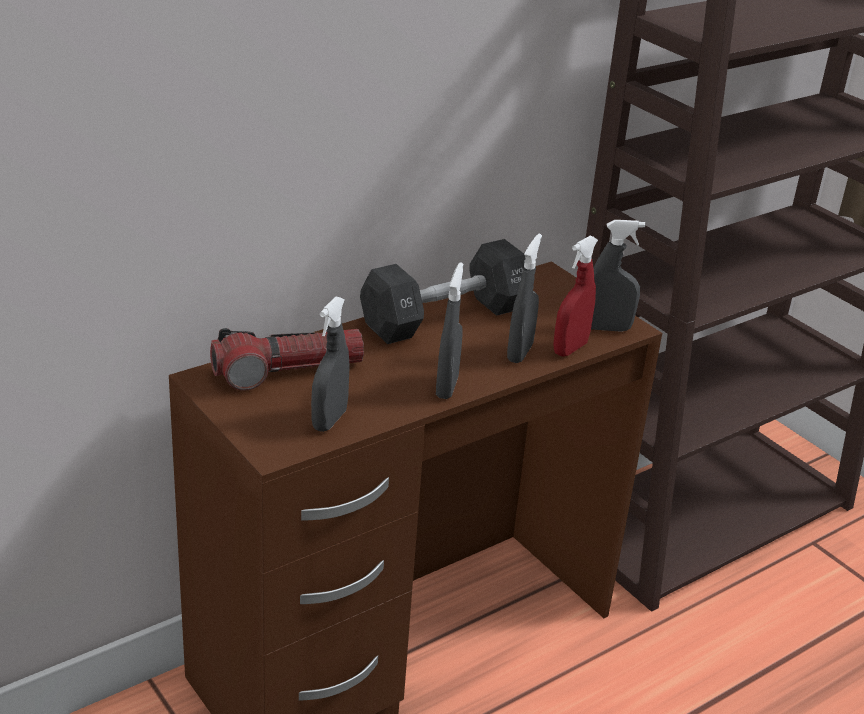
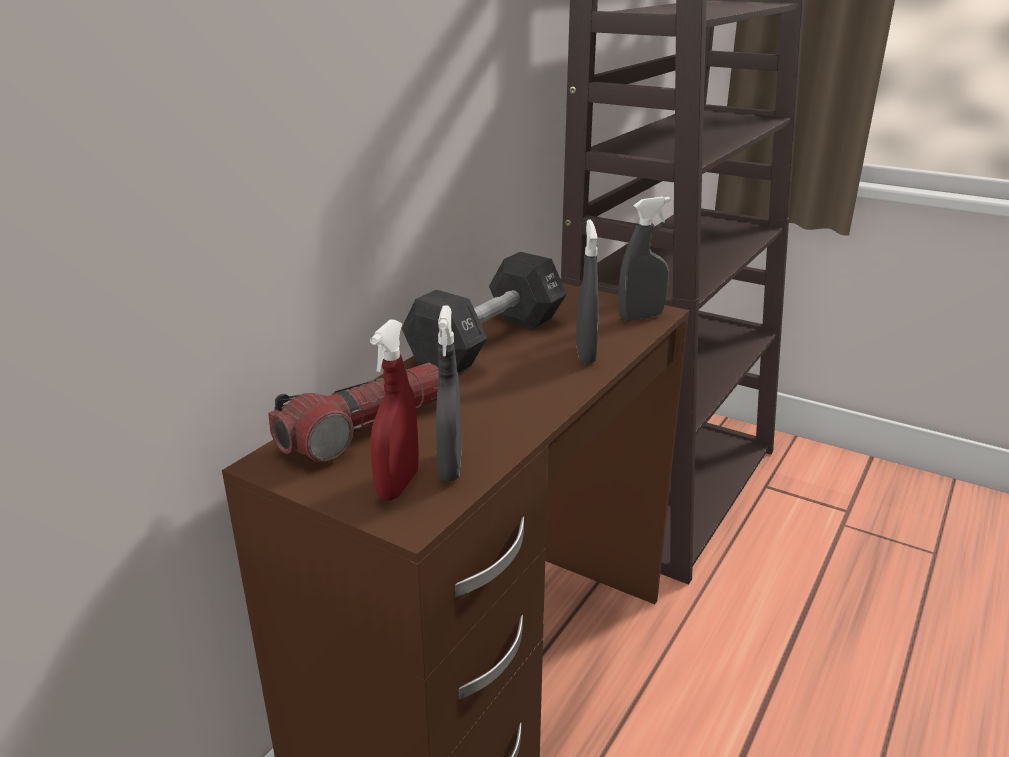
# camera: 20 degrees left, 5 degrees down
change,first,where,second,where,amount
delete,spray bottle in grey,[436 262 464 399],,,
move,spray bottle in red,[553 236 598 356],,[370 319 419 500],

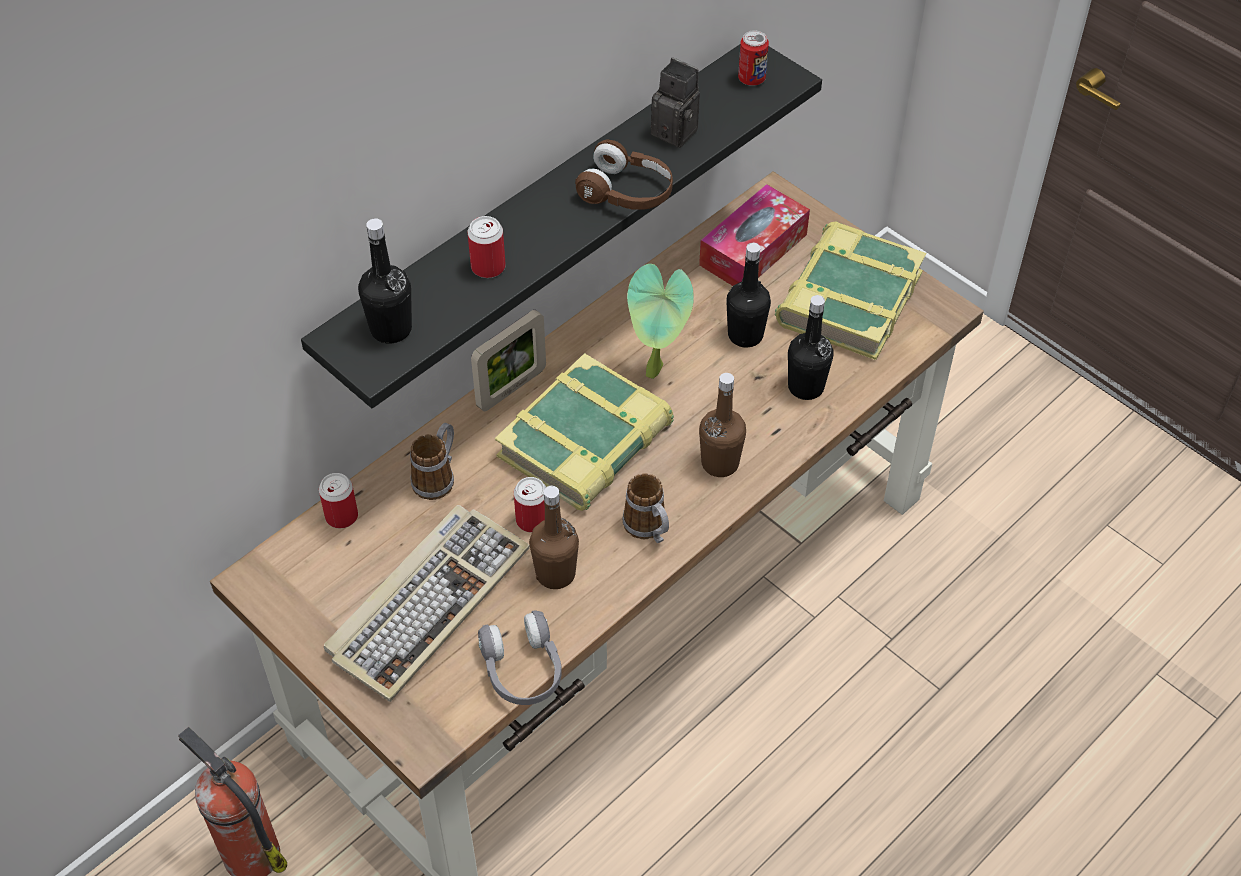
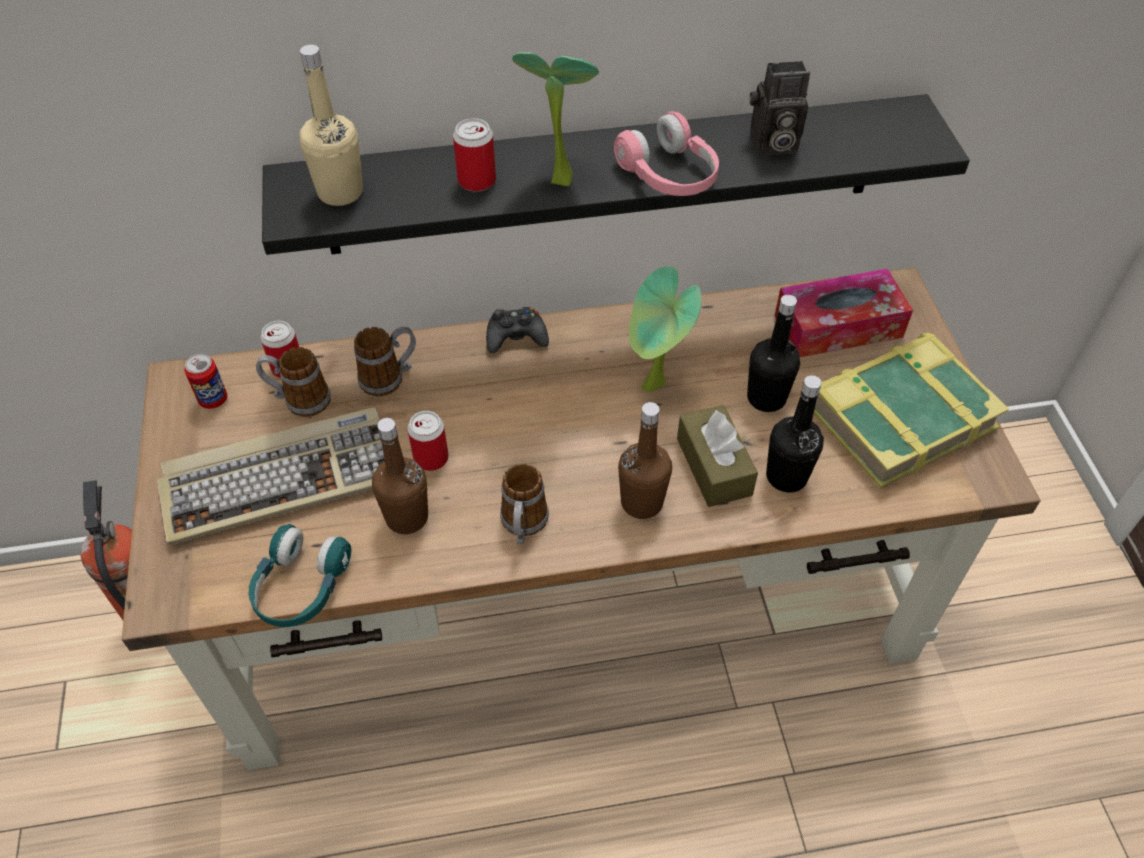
# camera: 35 degrees right, 0 degrees up
change,first,where,second,where,amount
delete,book,[495 353 674 511],,,
insert,,,mug,[256 347 331 417],
insert,,,potted plant,[512 52 599 186],
insert,,,tissue box in brown,[677 405 758 507],
move,can,[738 30 769 86],,[184 354 227 409],
replace,picture frame,[471 310 546 411],game controller in black,[486 307 549 353],
recolor,bottle in black,[358 218 412 344],bottle in beige,[299 45 363 206],
recolor,headphones in grey,[478 610 562 705],headphones in turquoise,[249 524 351 627],
recolor,headphones in brown,[575 139 673 210],headphones in pink,[614 111 719 196],
rotate,photo camera,[651 57 700 148],,[750 61 810 156],105 degrees clockwise

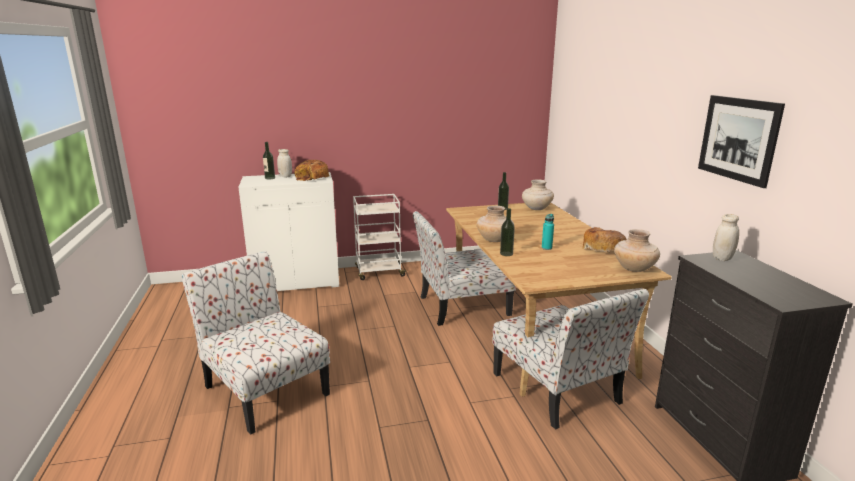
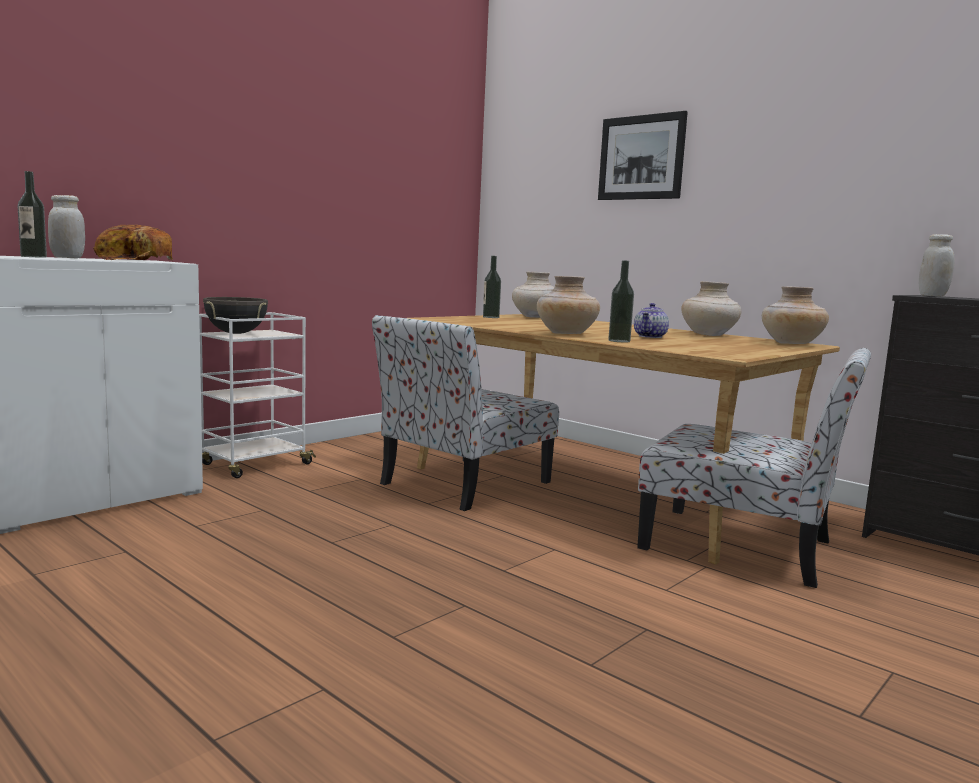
# camera: 35 degrees left, 10 degrees down
change,first,where,second,where,amount
delete,chair,[182 251 330 434],,,
insert,,,cooking pot in black,[203 297 268 334],
move,picture,[698 95 785 188],,[598 111 688 200],
replace,bottle in turquoise,[542 214 554 250],teapot,[634 303 669 338],
replace,bread,[583 227 626 252],vase in beige,[681 281 742 336],

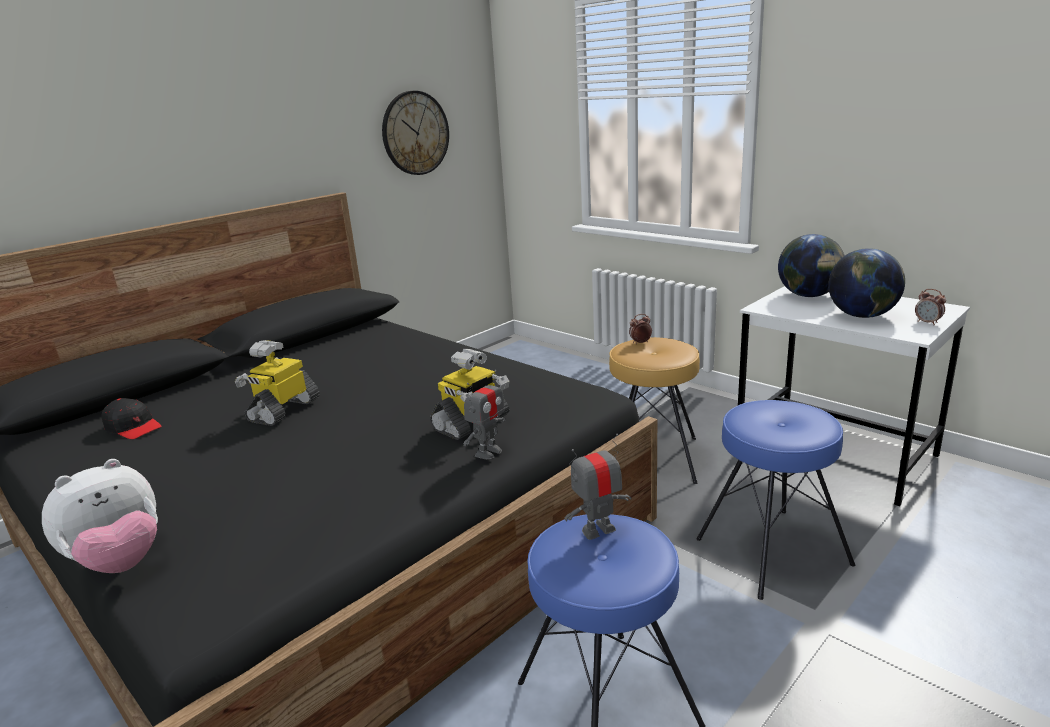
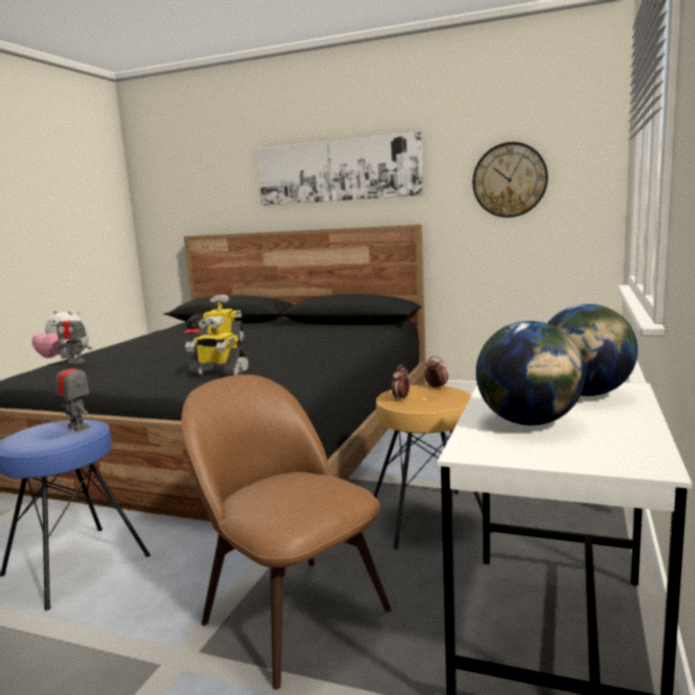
# camera: 65 degrees right, 10 degrees down
change,first,where,second,where,amount
insert,,,picture,[257 132 423 206],
move,toy robot,[464 370 506 459],,[56 311 92 364],
move,alarm clock,[915 289 946 325],,[392 365 410 401],
replace,stool in blue,[697 400 855 600],chair in brown,[181 375 392 690],

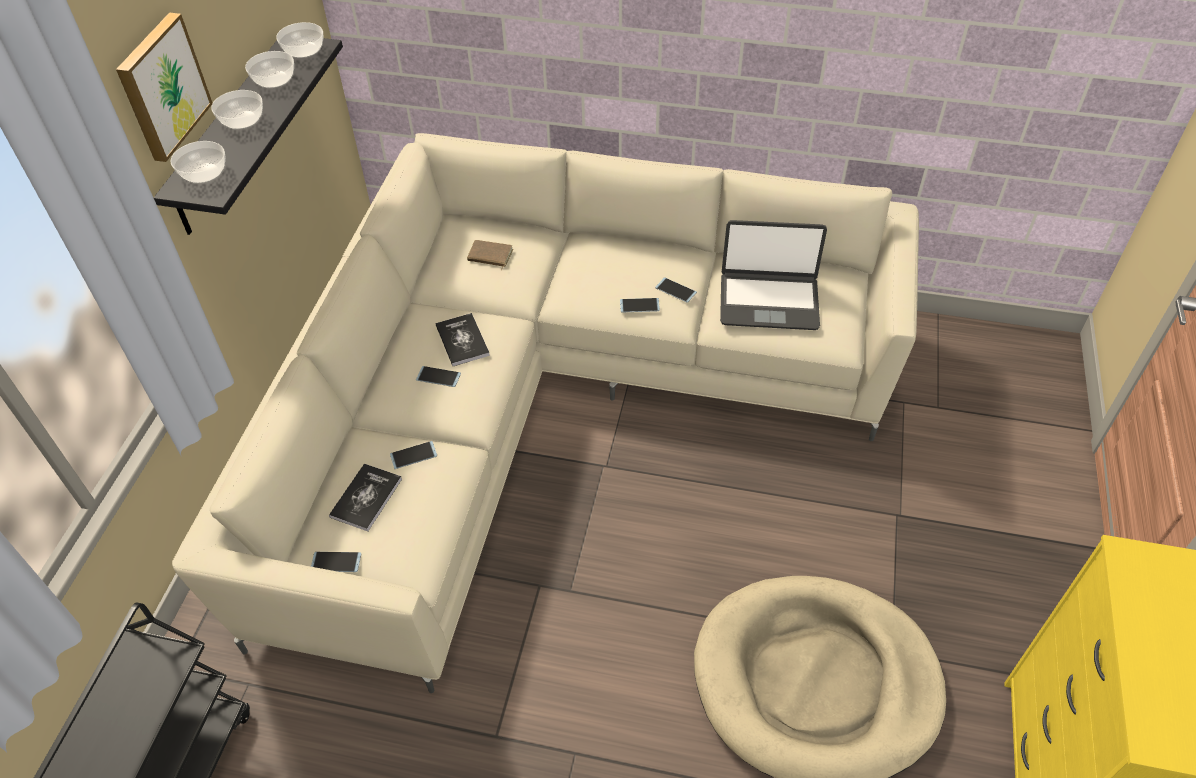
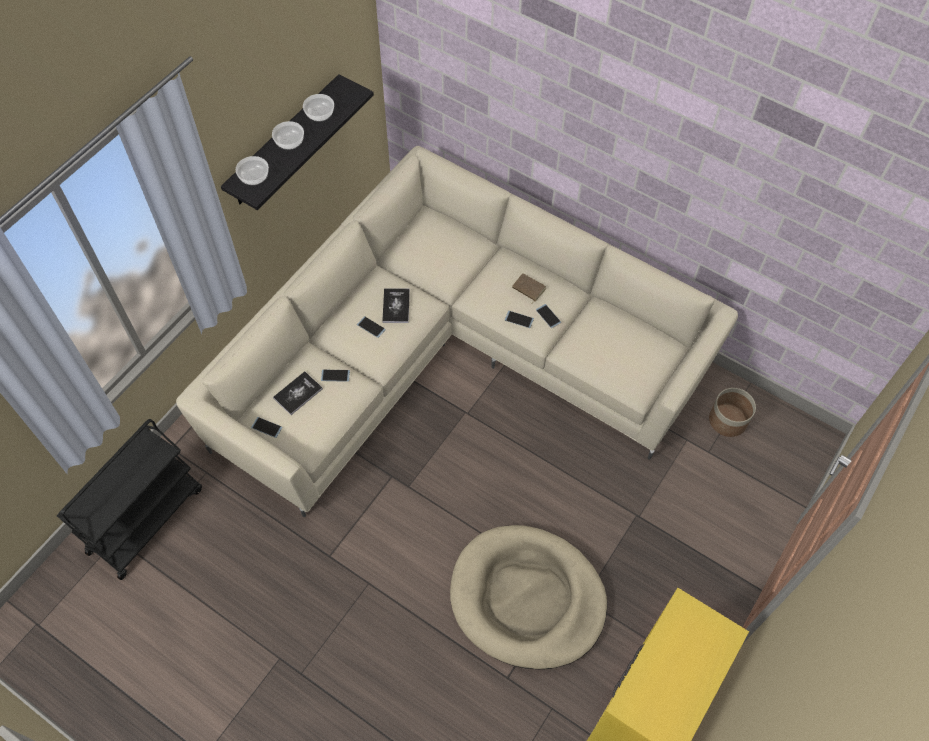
# camera: 20 degrees right, 10 degrees up
change,first,where,second,where,amount
delete,picture,[116 13 213 162],,,
delete,bowl,[276 22 323 58],,,
delete,laptop,[720 220 827 330],,,
insert,,,planter,[709 388 756 437],
move,book in brown,[467 240 513 270],,[512 273 546 303],

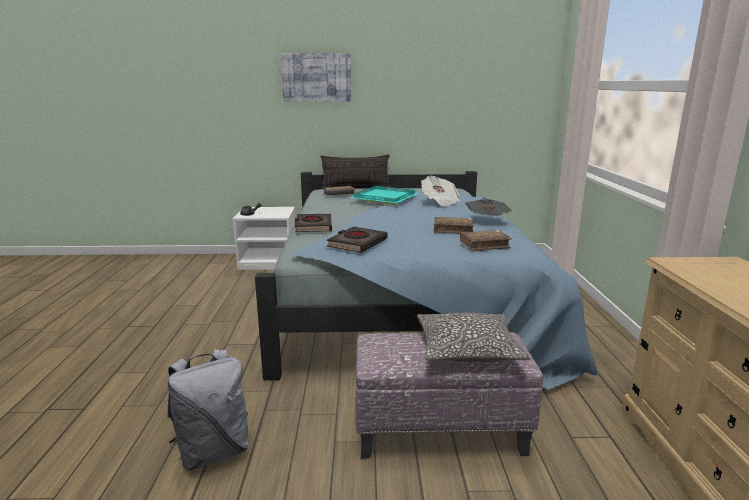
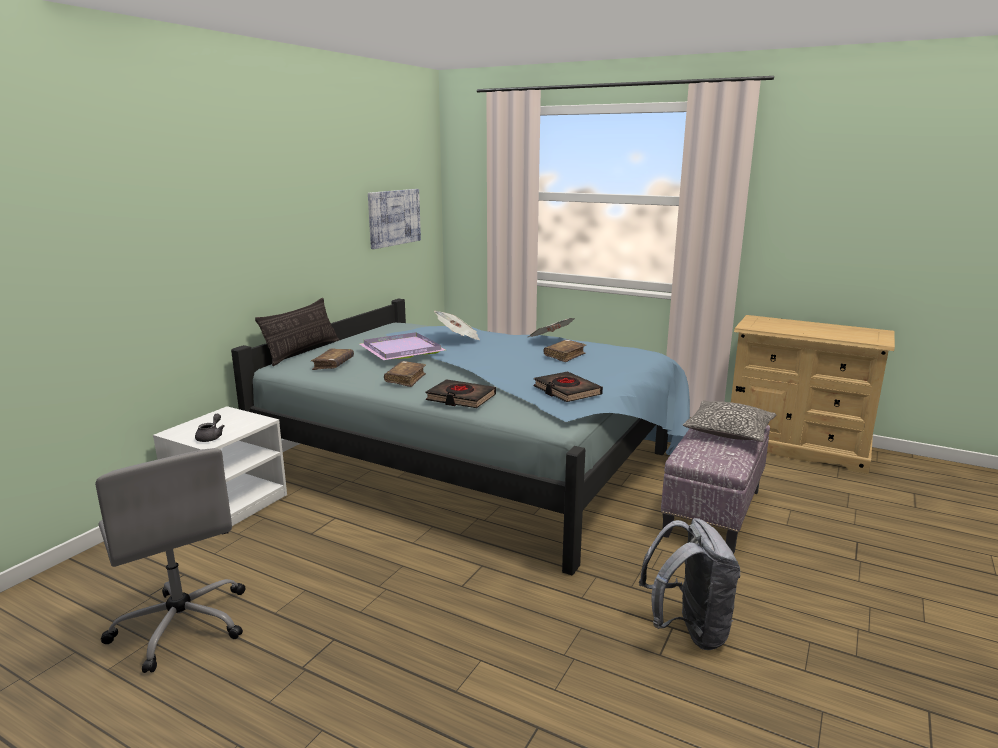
# camera: 60 degrees left, 0 degrees up
change,first,where,second,where,amount
insert,,,office chair in grey,[95 448 245 673],
move,picture,[281 53 351 102],,[368 189 421 249],
move,book in brown,[460 230 512 252],,[384 361 426 387],
recolor,tray in turquoise,[349 186 419 204],tray in purple,[360 332 446 360],

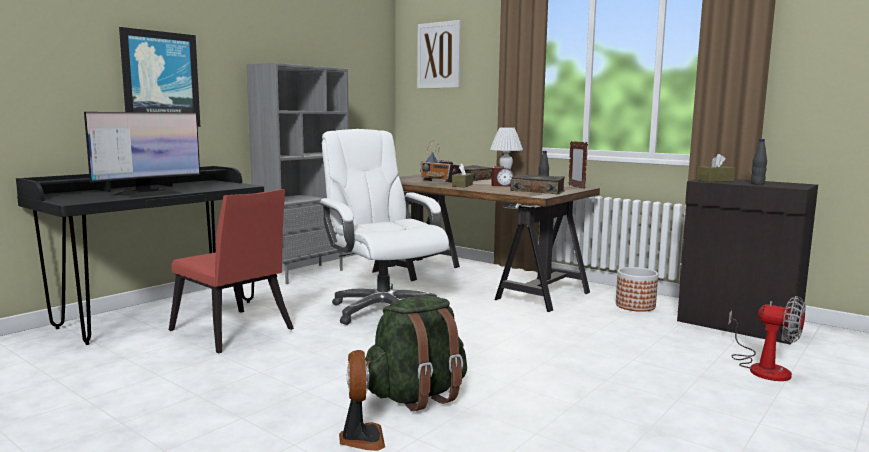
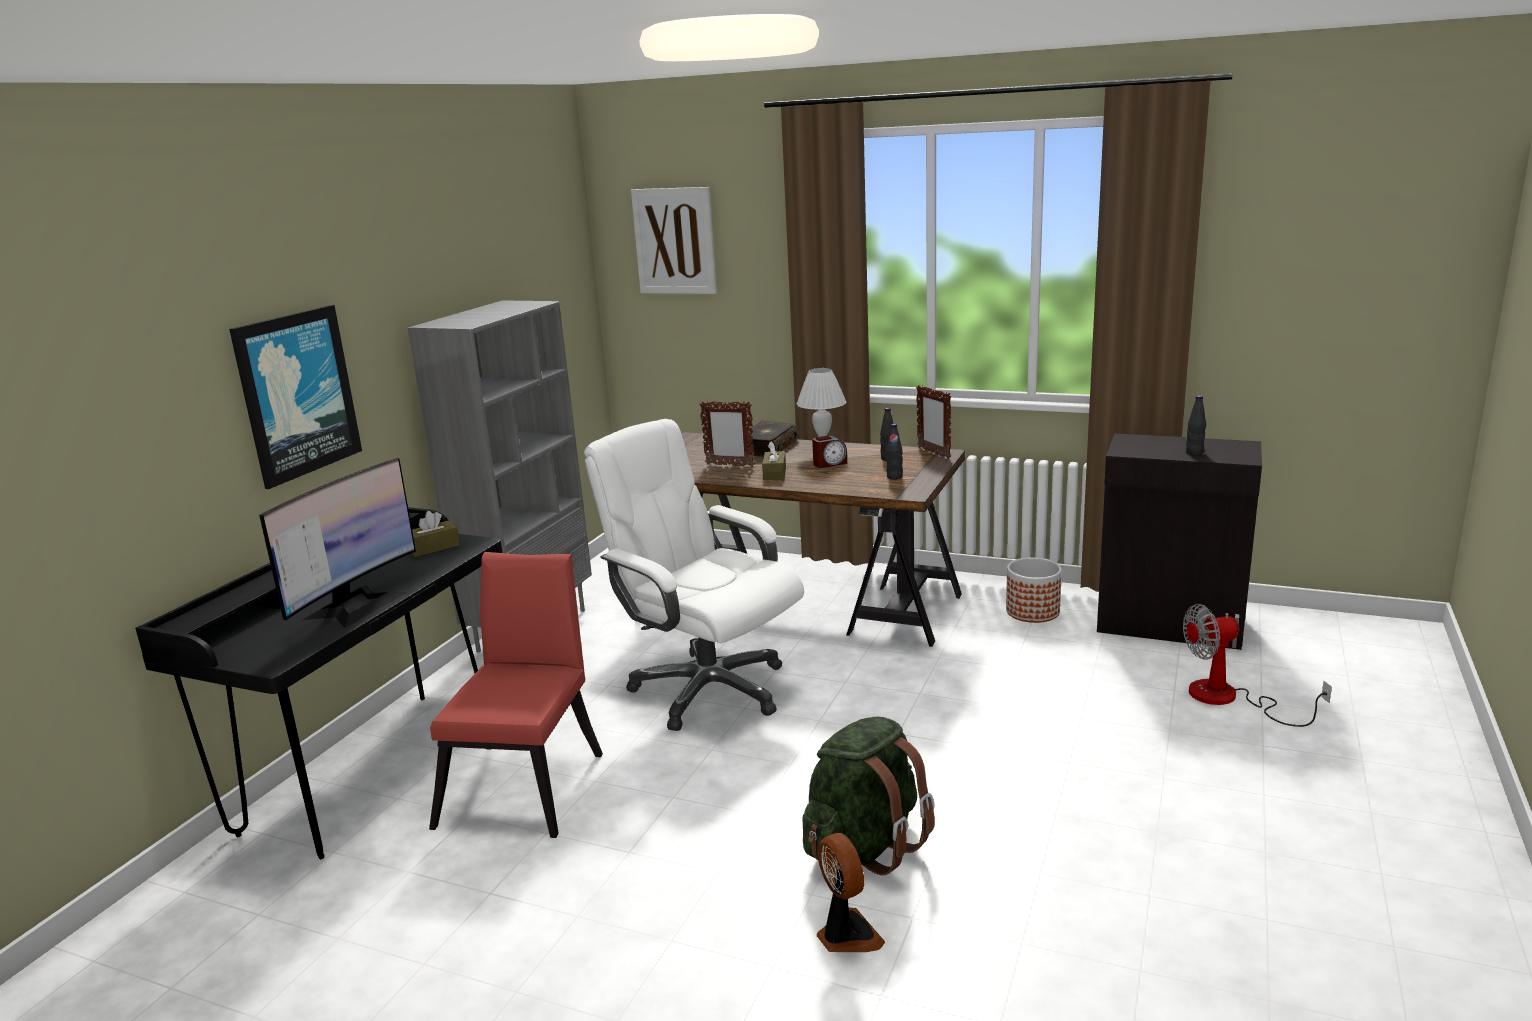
# camera: 15 degrees left, 10 degrees up
change,first,where,second,where,amount
move,tissue box in brown,[697 154 735 182],,[411 511 460 557],
replace,radio,[420 140 459 182],picture frame,[699 401 755 467],
replace,book,[510 174 565 195],bottle in black,[886 424 903 480],
rotate,chair in red,[169 189 294 353],,[429 552 603 838],105 degrees counterclockwise
rotate,fan,[729 296 805 381],,[1183 604 1332 727],150 degrees clockwise

